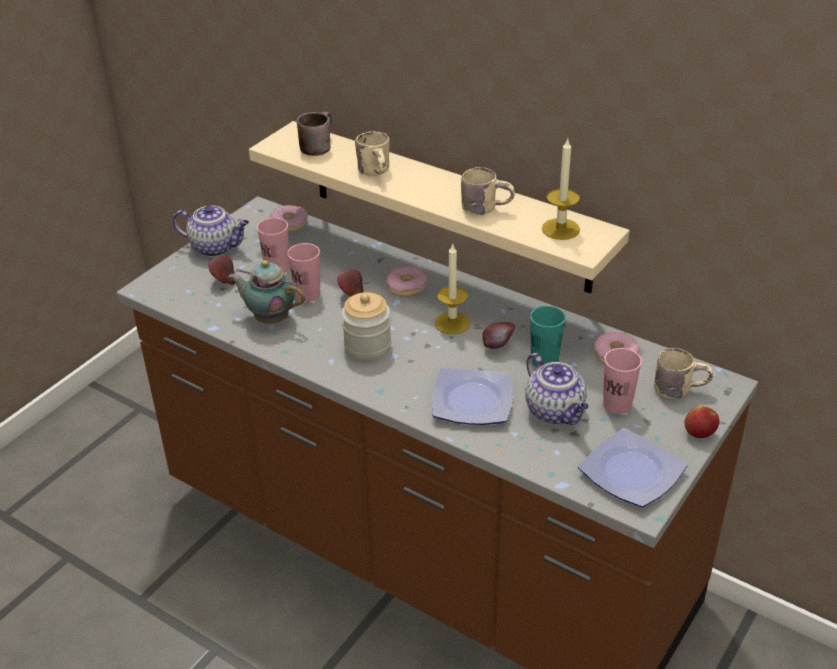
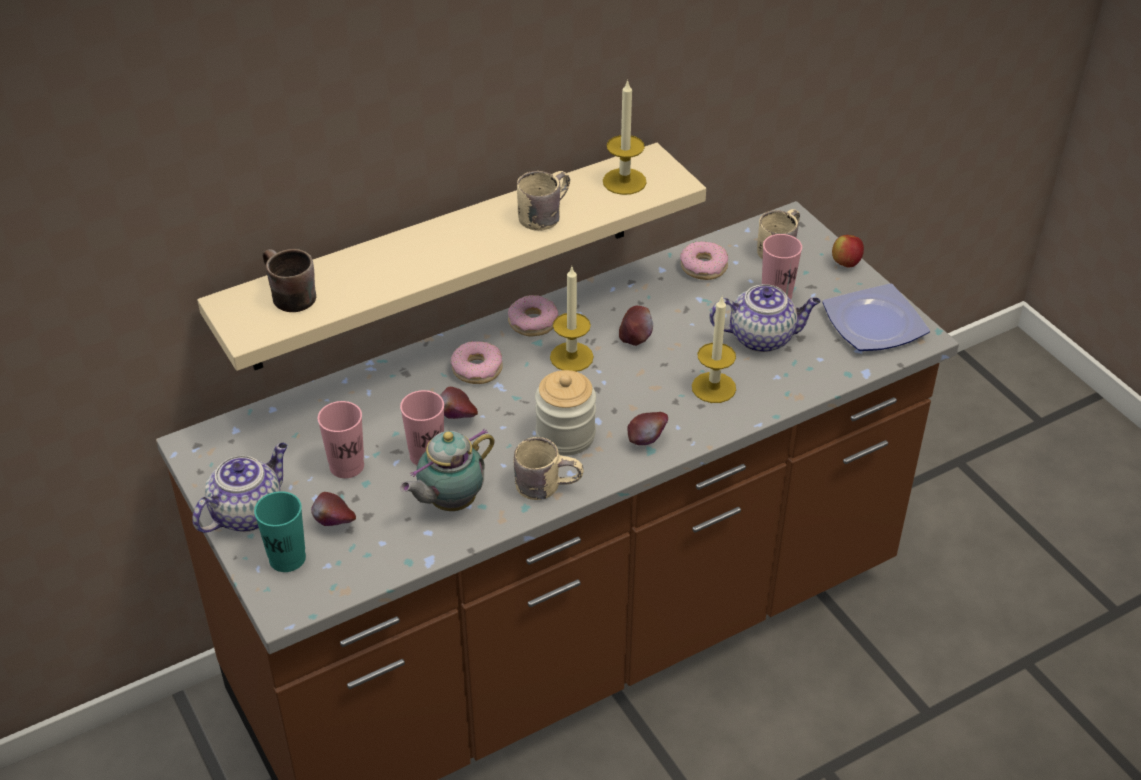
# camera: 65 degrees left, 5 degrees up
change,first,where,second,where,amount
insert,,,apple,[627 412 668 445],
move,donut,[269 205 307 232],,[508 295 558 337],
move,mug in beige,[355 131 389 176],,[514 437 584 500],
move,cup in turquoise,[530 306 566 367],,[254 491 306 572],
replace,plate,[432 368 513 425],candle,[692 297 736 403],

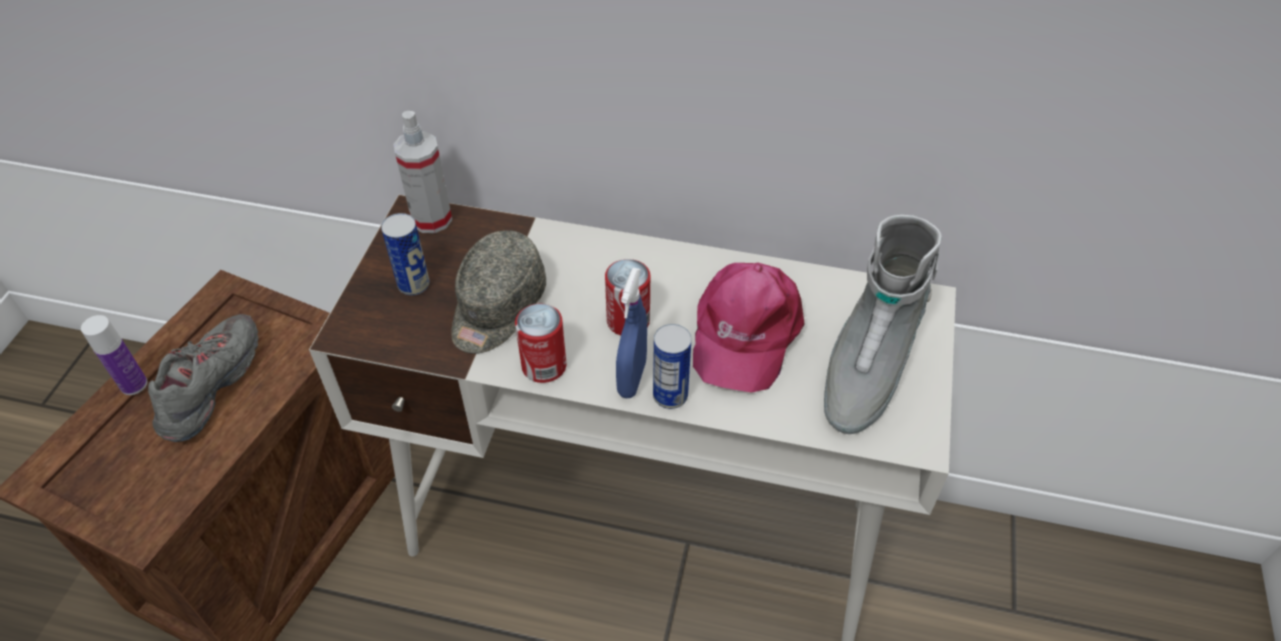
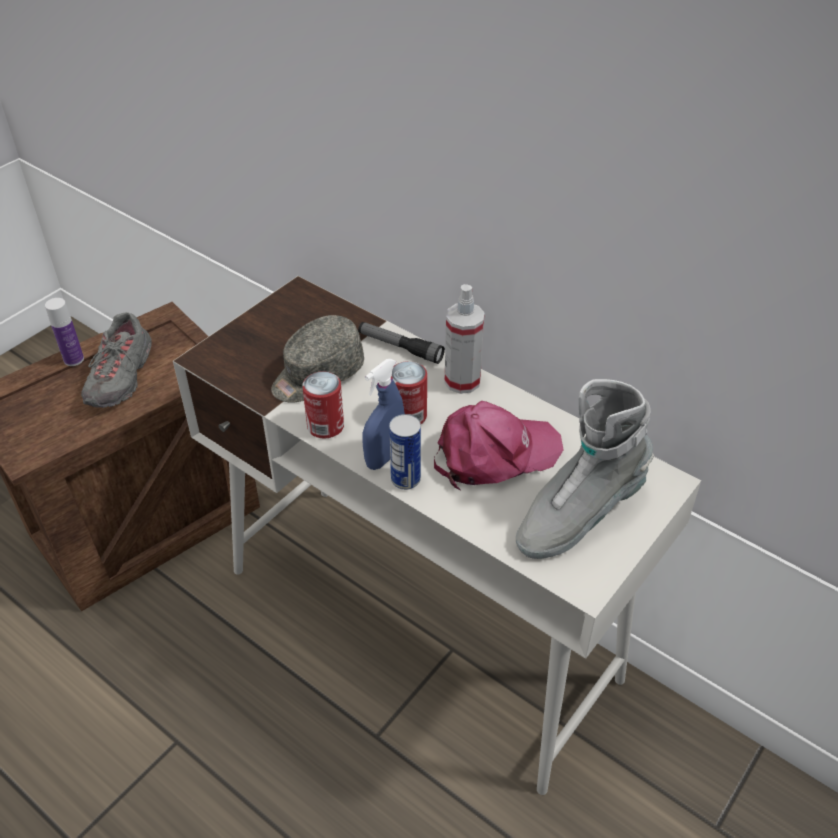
# camera: 25 degrees right, 5 degrees down
change,first,where,second,where,amount
delete,can,[381 213 430 295],,,
insert,,,flashlight,[358 322 445 364],
move,spray bottle,[393 111 452 233],,[444 284 485 394],
rotate,shoe in grey,[148 314 258 442],,[81 312 152 408],150 degrees clockwise
rotate,cap in pink,[693 263 805 393],,[434 401 563 490],150 degrees counterclockwise

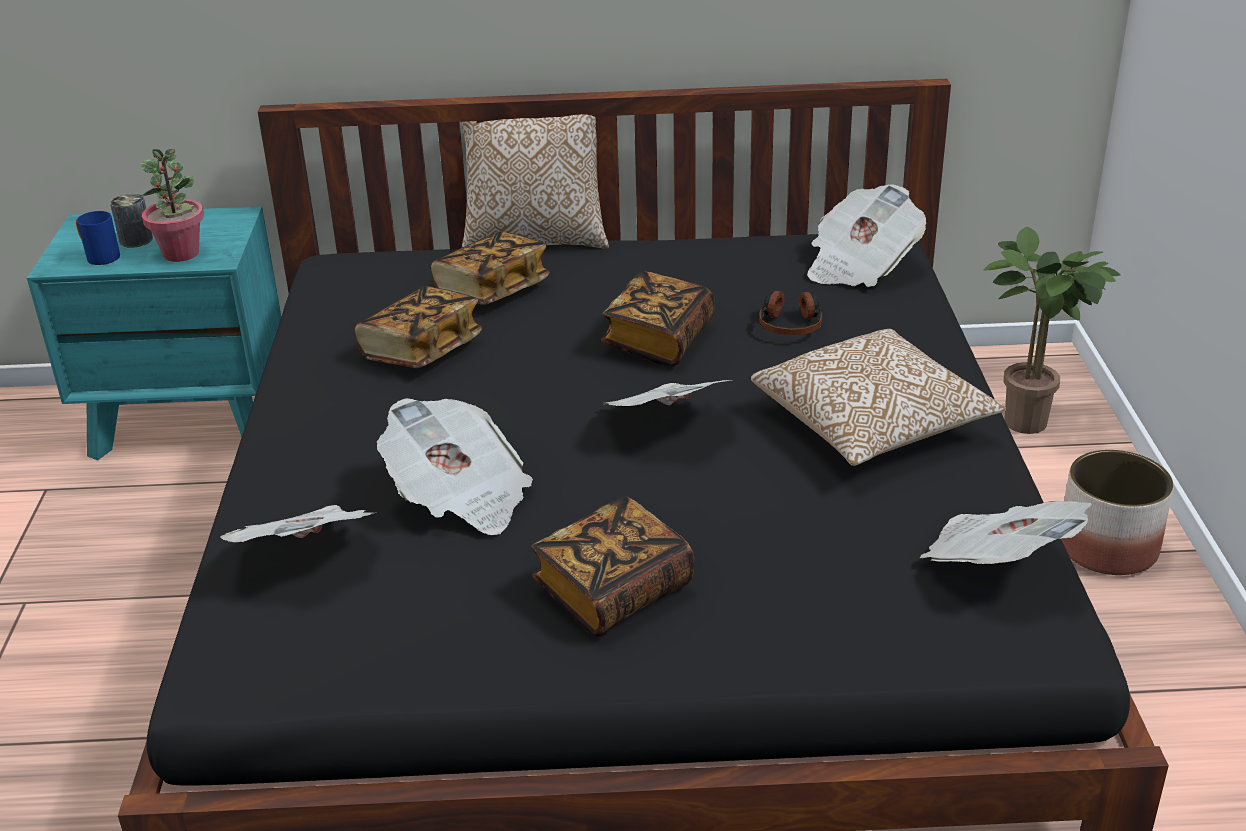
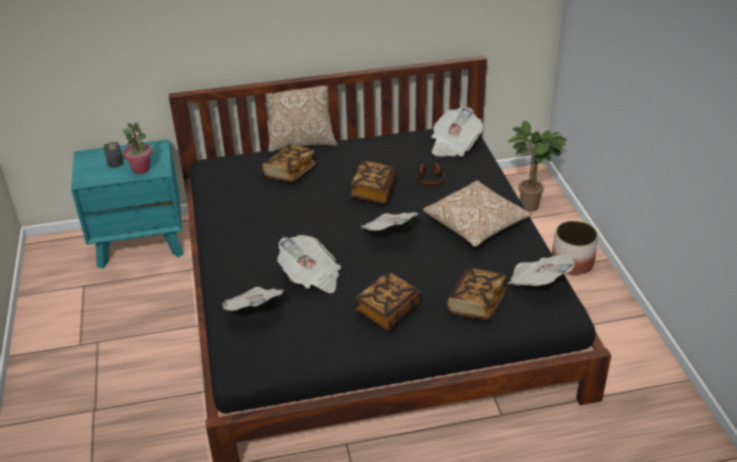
# camera: 10 degrees left, 5 degrees up
change,first,where,second,where,amount
delete,mug in blue,[76 211 120 265],,,
move,book,[355 286 482 368],,[447 268 506 320],

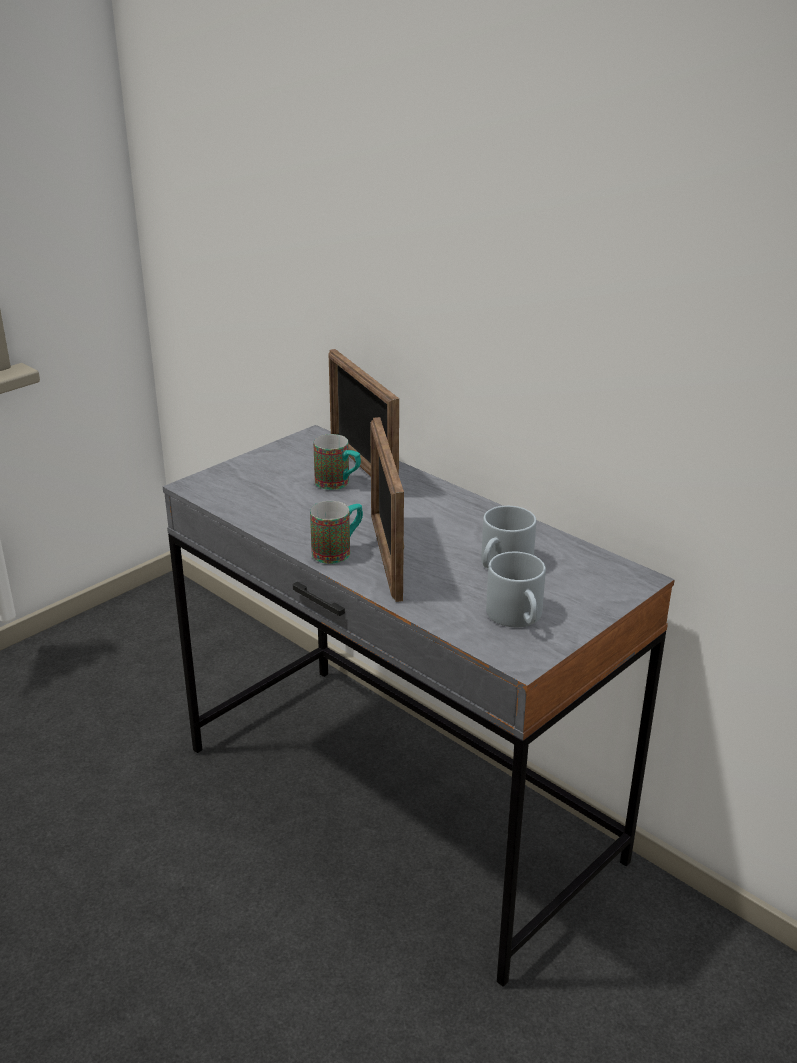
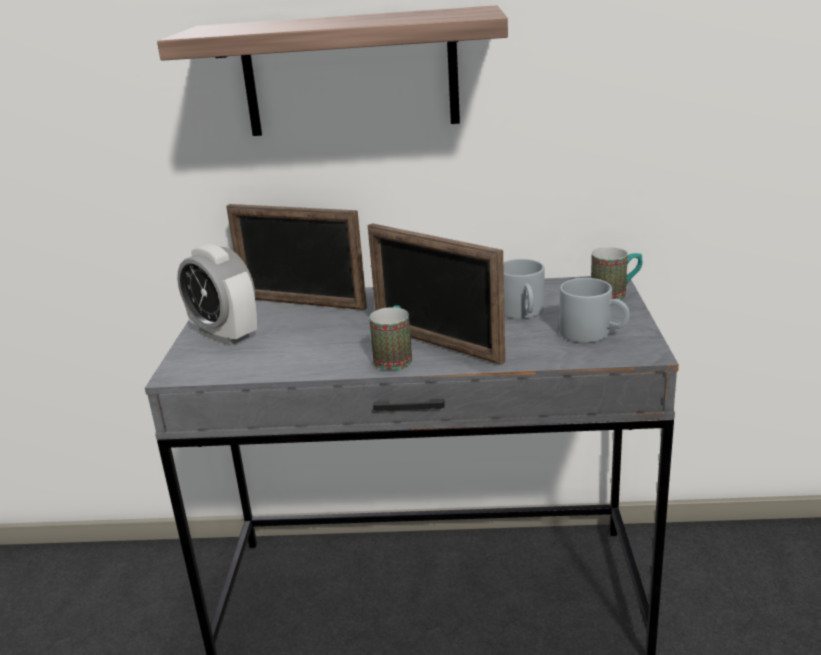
# camera: 40 degrees left, 5 degrees down
change,first,where,second,where,amount
insert,,,shelf,[157 5 508 136],
insert,,,alarm clock,[177 244 257 346],
move,mug,[313 434 361 490],,[591 247 642 300],

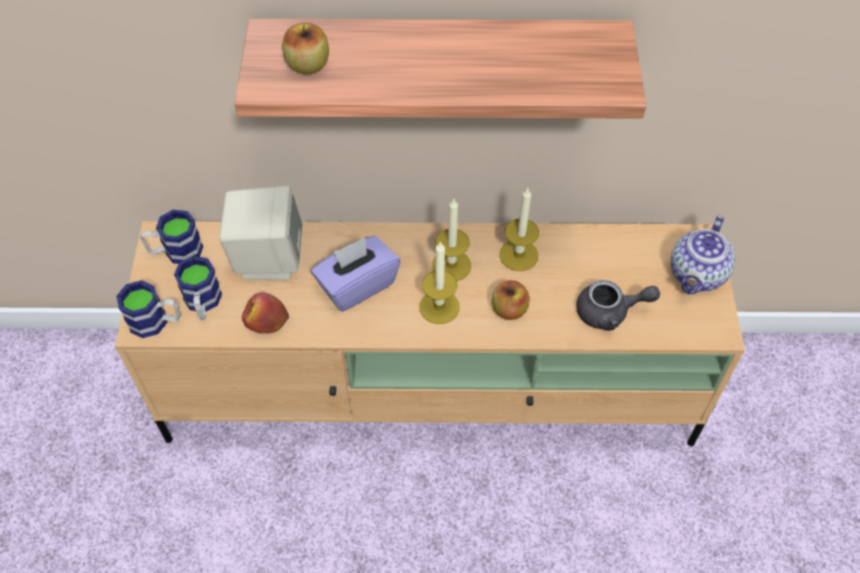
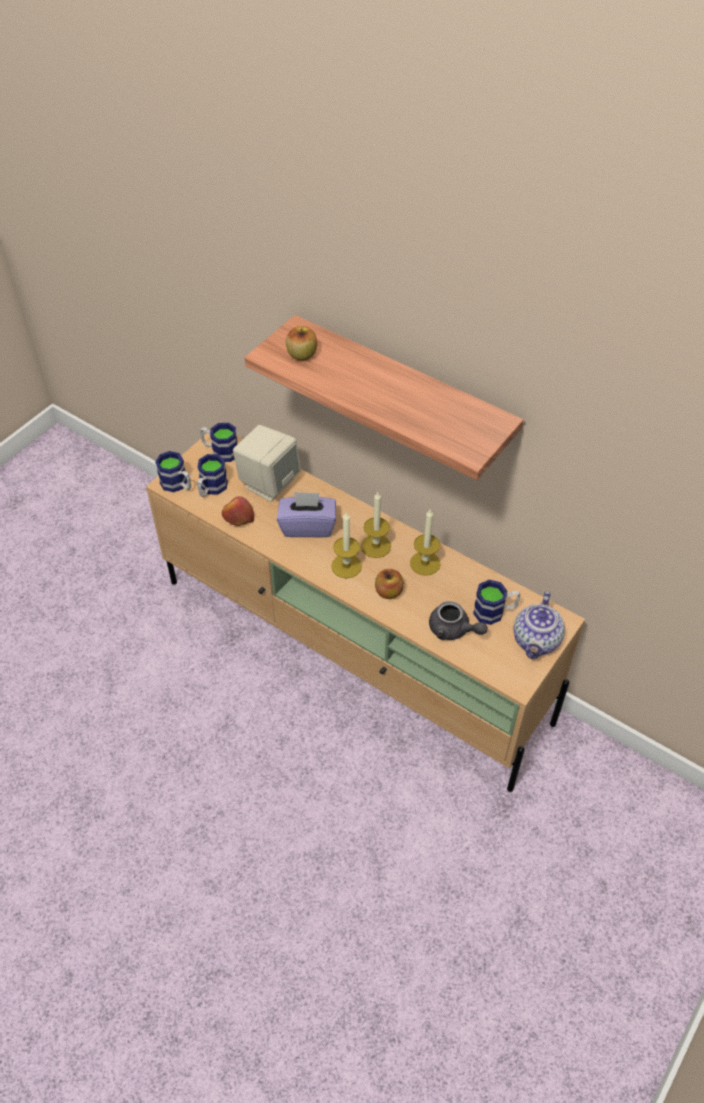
# camera: 35 degrees right, 5 degrees down
change,first,where,second,where,amount
insert,,,mug,[473 580 520 625],
rotate,teapot,[671 215 735 294],,[514 591 565 659],45 degrees counterclockwise

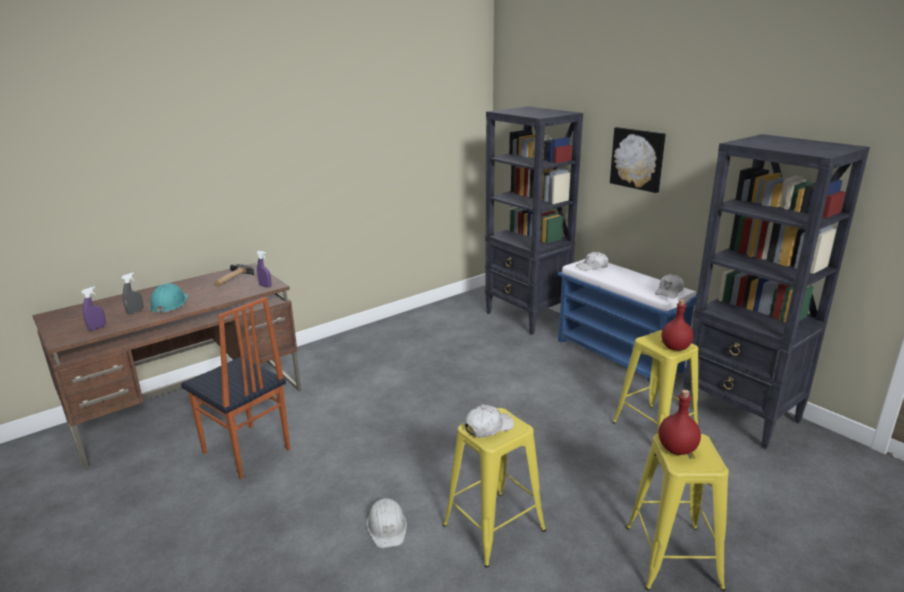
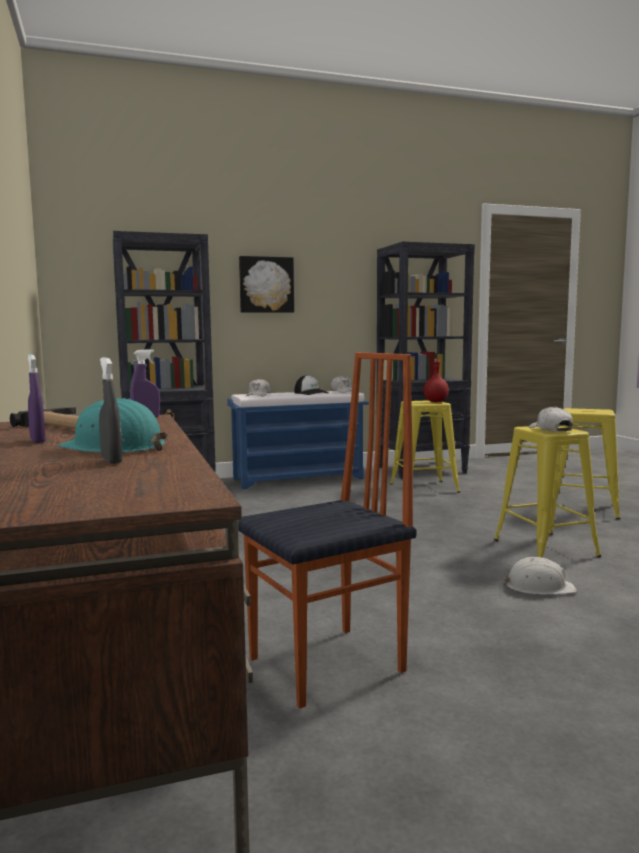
# camera: 70 degrees left, 15 degrees down
change,first,where,second,where,amount
delete,bottle in red,[659 390 701 455],,,
insert,,,cap,[294 375 329 395],
move,spray bottle in purple,[81 287 106 331],,[28 354 46 443],

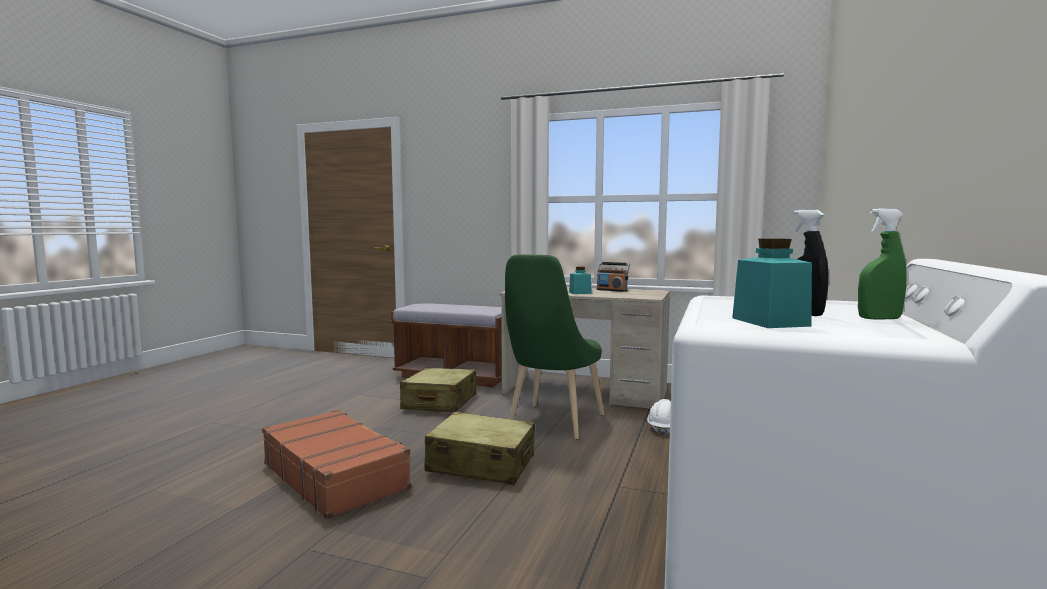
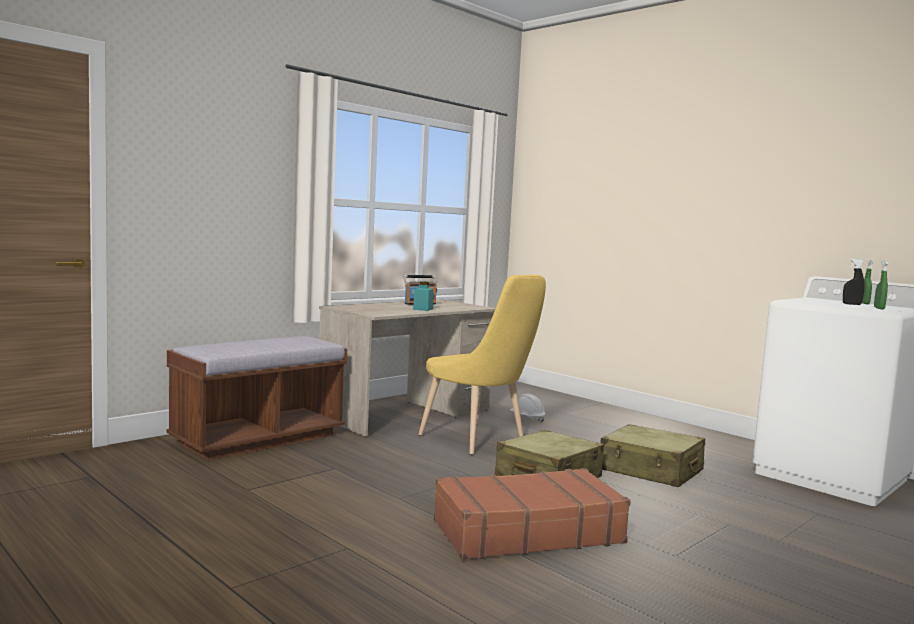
# camera: 65 degrees left, 0 degrees up
change,first,where,second,where,amount
move,suitcase in beige,[400 368 476 412],,[600 424 705 487],
replace,jar in turquoise,[732 238 812 328],spray bottle in green,[874 261 888 309],
recolor,chair in green,[505 254 604 439],chair in yellow,[418 275 546 455],

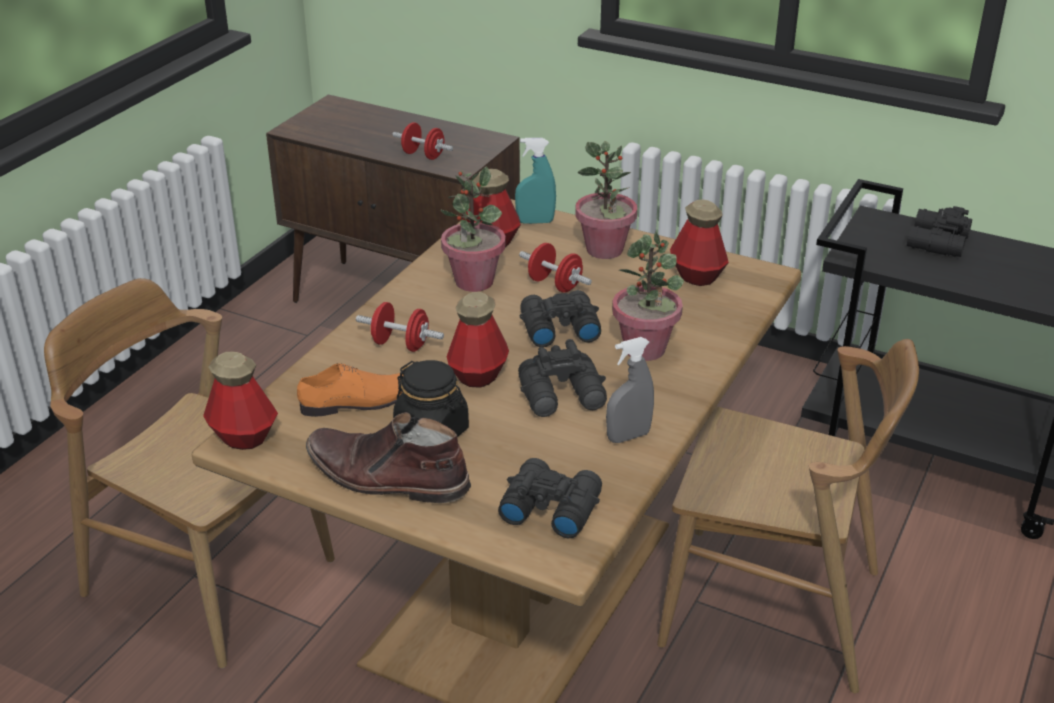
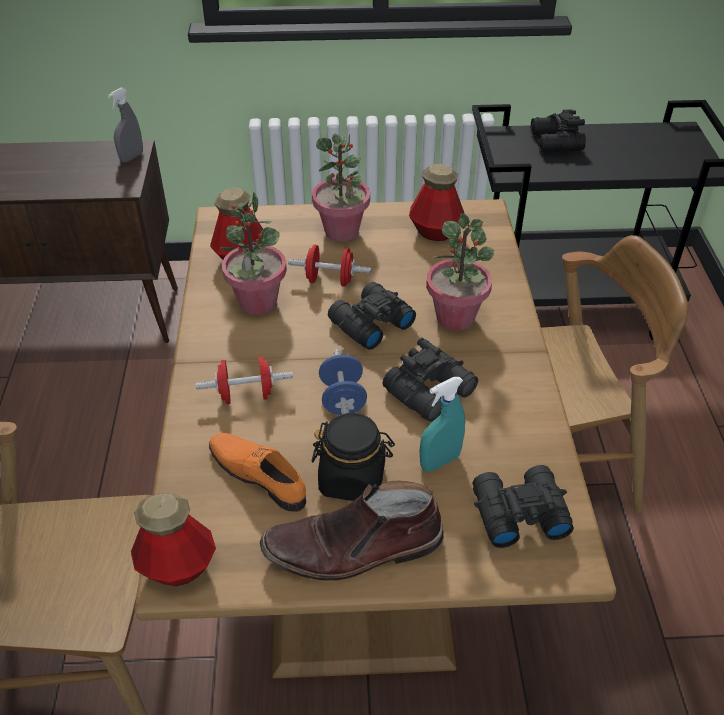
# camera: 30 degrees left, 10 degrees up
change,first,where,second,where,amount
delete,dumbbell in red,[392 122 453 160],,,
move,spray bottle in turquoise,[515 138 556 224],,[419 377 465 472],
move,spray bottle in grey,[606 337 654 443],,[108 88 143 162],
replace,bottle,[447 292 509 388],dumbbell in blue,[319 349 367 415],
rotate,shoe in orange,[297 363 403 417],,[209 433 306 512],90 degrees counterclockwise

